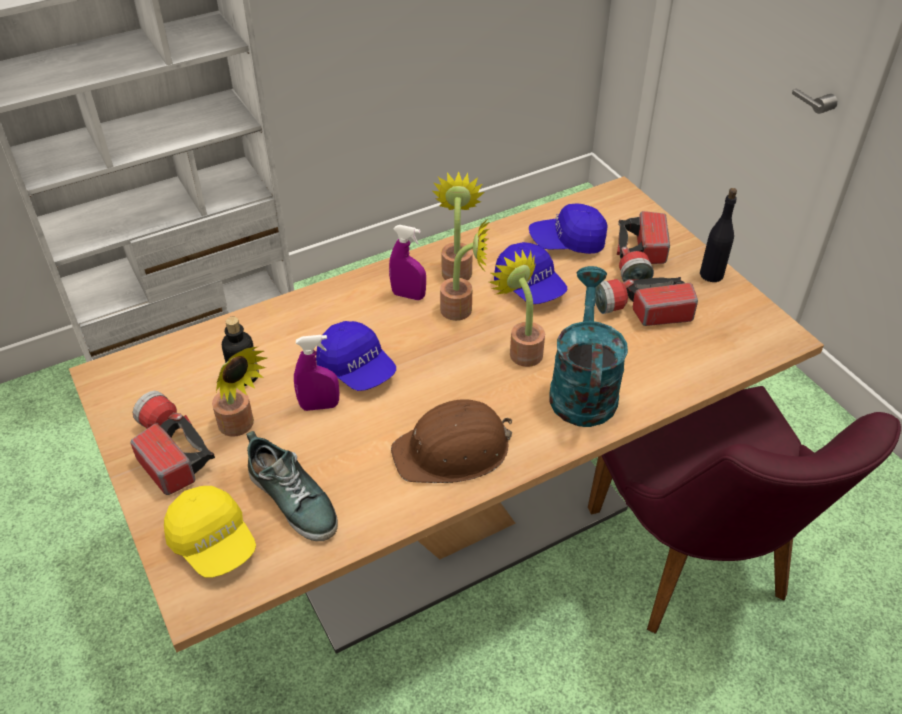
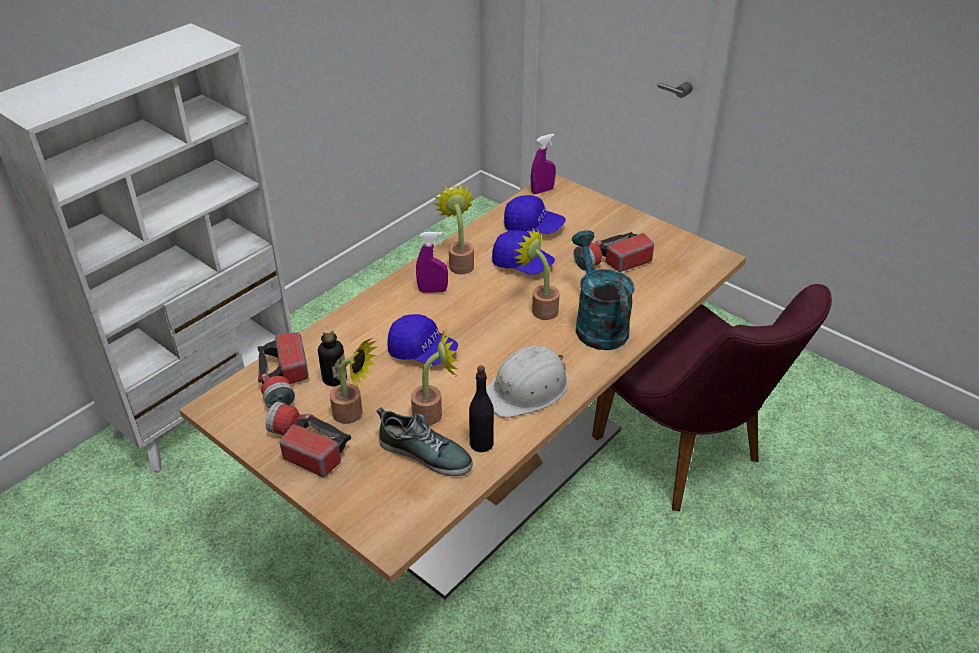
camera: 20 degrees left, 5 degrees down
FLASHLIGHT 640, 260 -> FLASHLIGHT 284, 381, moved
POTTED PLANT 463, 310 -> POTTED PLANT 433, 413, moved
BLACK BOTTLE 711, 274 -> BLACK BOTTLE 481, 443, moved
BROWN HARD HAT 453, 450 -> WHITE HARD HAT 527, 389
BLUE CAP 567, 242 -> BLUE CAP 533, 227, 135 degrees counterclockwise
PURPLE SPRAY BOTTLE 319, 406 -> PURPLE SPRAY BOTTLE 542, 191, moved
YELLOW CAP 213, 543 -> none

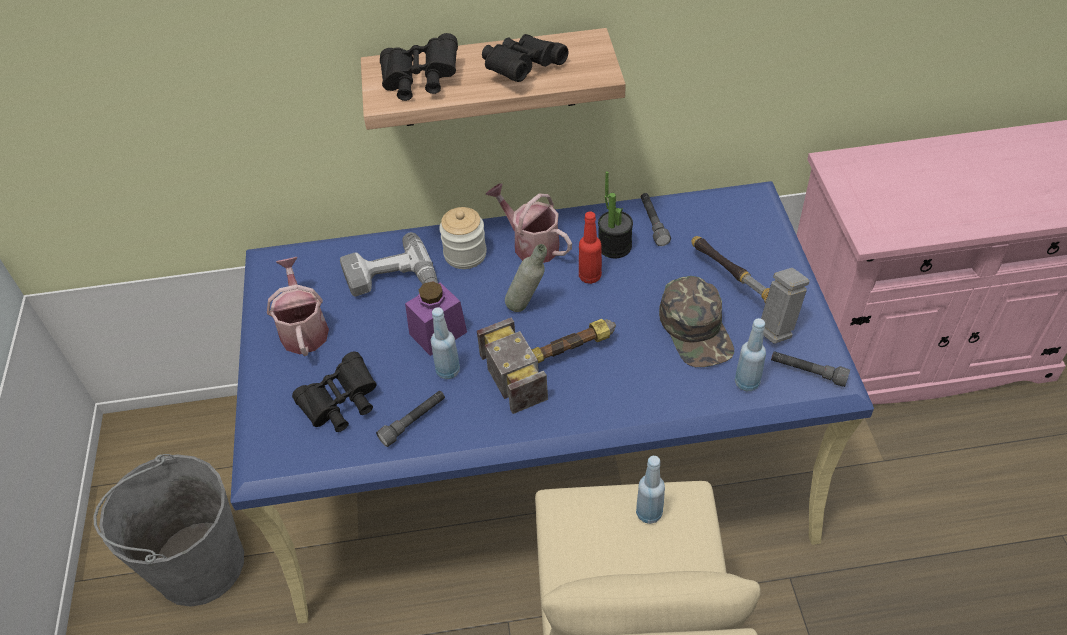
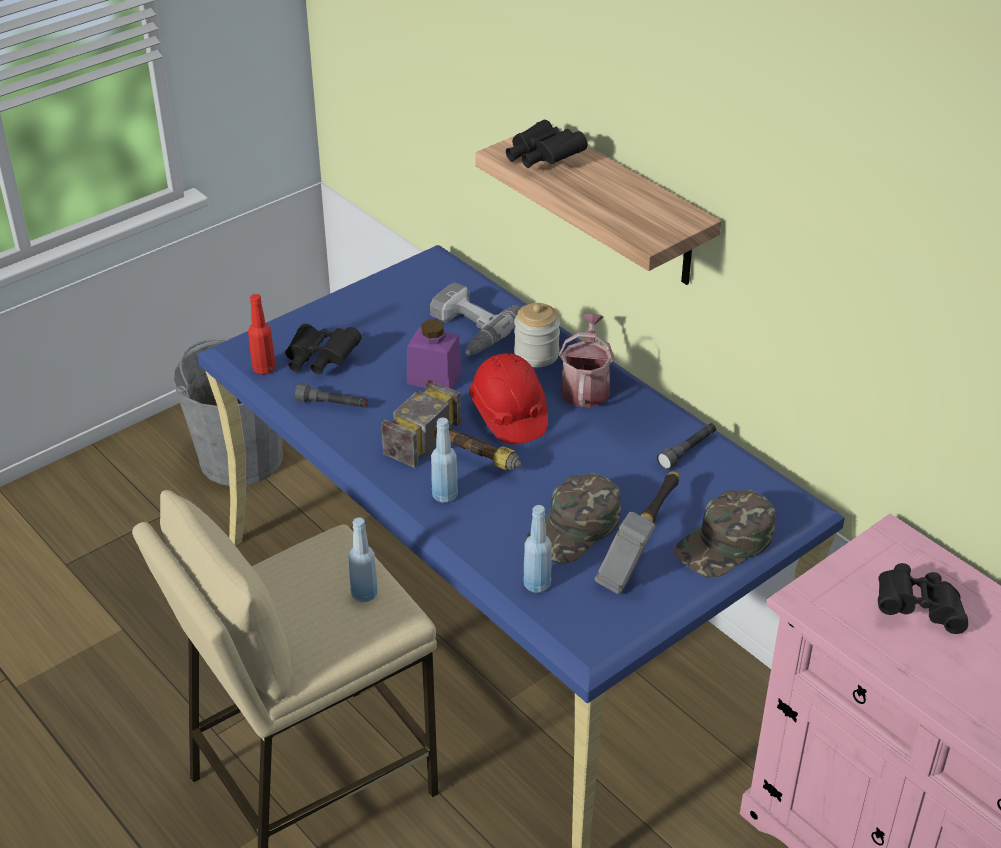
camera: 55 degrees right, 10 degrees down
RED BOTTLE 589, 276 -> RED BOTTLE 264, 369, moved
BLUE BOTTLE 448, 371 -> BLUE BOTTLE 445, 495, moved
GREY BOTTLE 527, 307 -> RED HARD HAT 508, 415
none -> GREEN CAP 725, 543
BLACK BINOCULARS 522, 70 -> BLACK BINOCULARS 918, 609, moved
WATERING CAN 303, 328 -> none
POTTED PLANT 614, 246 -> none
GREY FLASHLIGHT 807, 372 -> none

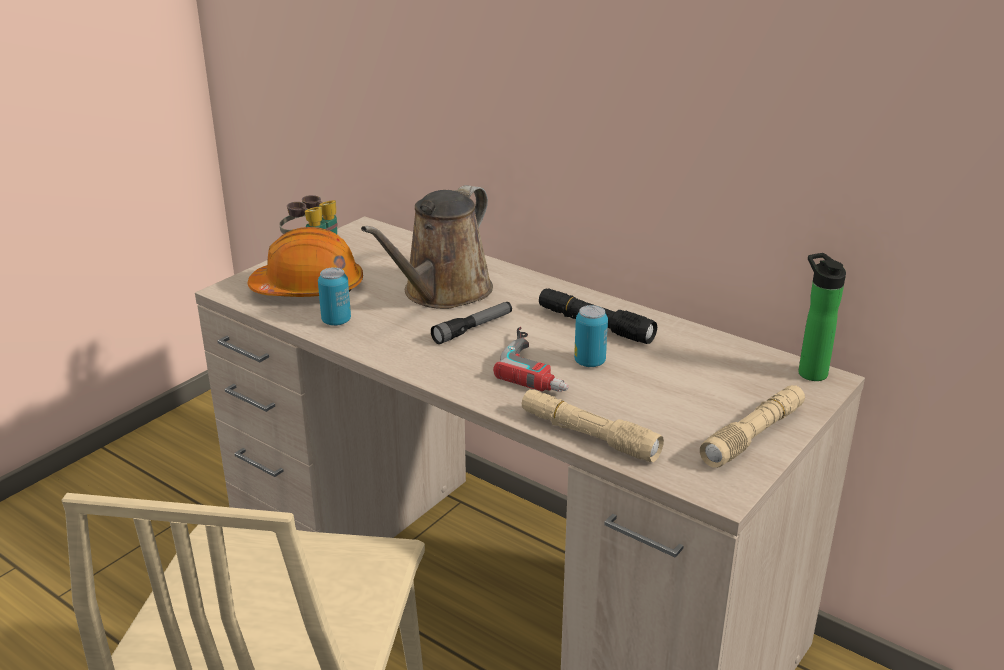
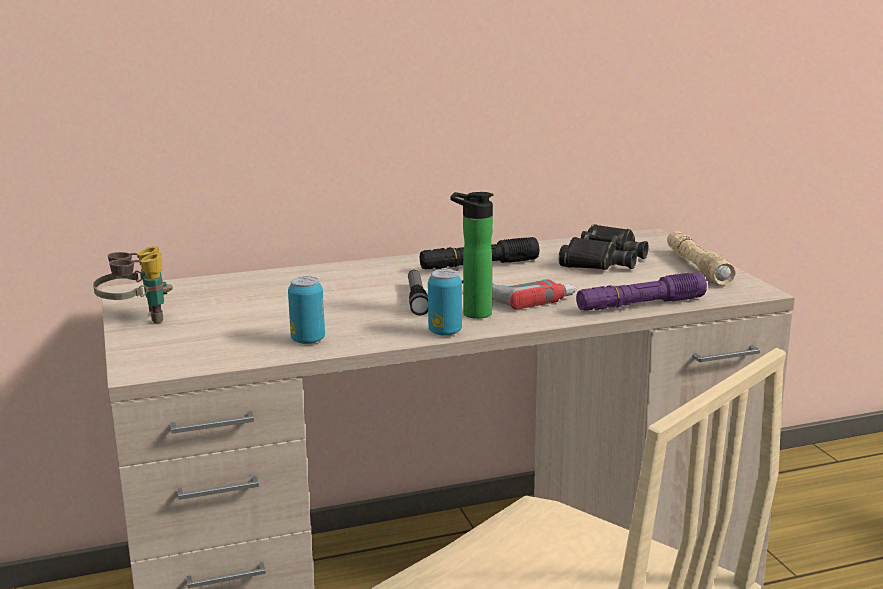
camera: 55 degrees left, 10 degrees down
CAN 589, 362 -> CAN 445, 332, moved
BOTTLE 809, 371 -> BOTTLE 472, 313, moved
none -> BLACK BINOCULARS 603, 260
BEIGE FLASHLIGHT 588, 435 -> PURPLE FLASHLIGHT 640, 305
ORANGE HARD HAT 309, 289 -> none
BROWN WATERING CAN 442, 293 -> none

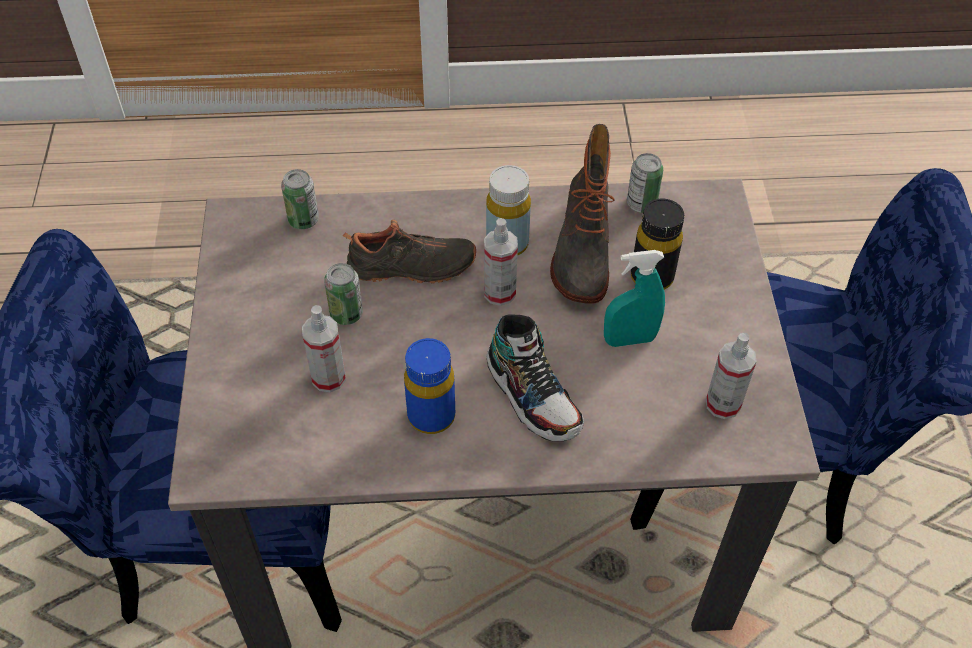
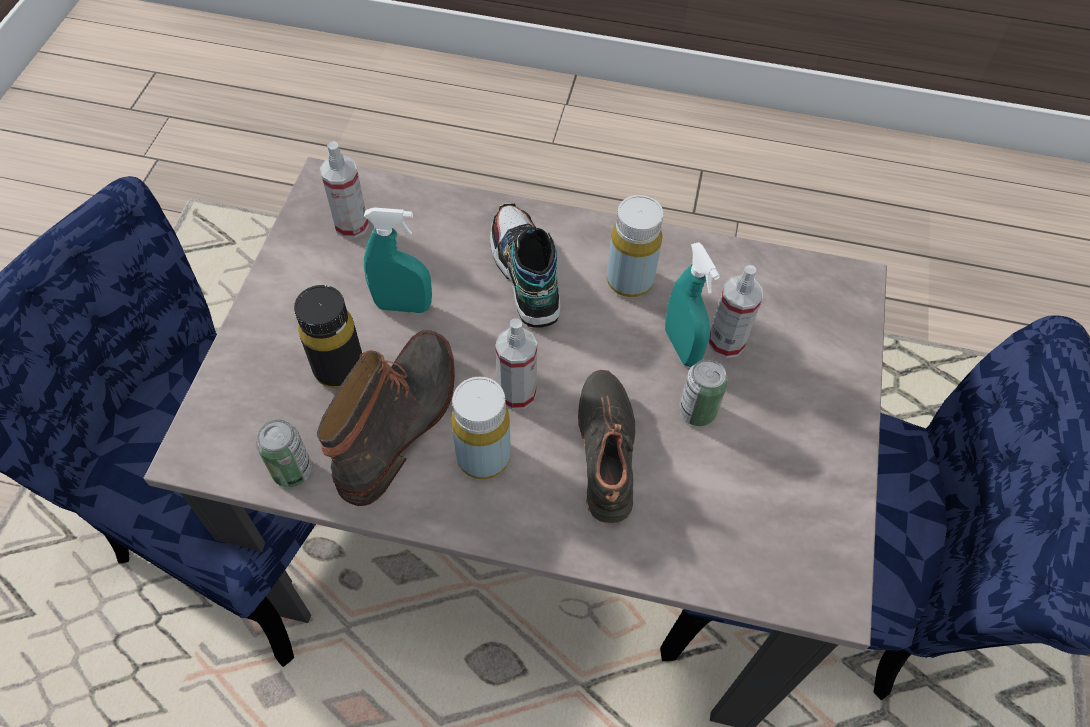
camera: 165 degrees left, 5 degrees up
BLACK SHOE 412, 268 -> BLACK SHOE 609, 451, 75 degrees clockwise
BLUE BOTTLE 431, 416 -> YELLOW BOTTLE 630, 280
none -> TURQUOISE SPRAY BOTTLE 681, 347
CAN 303, 220 -> none

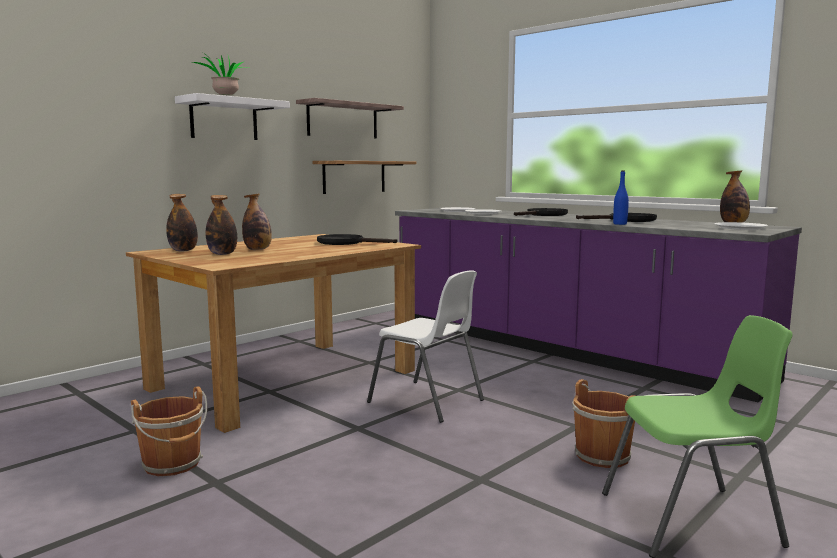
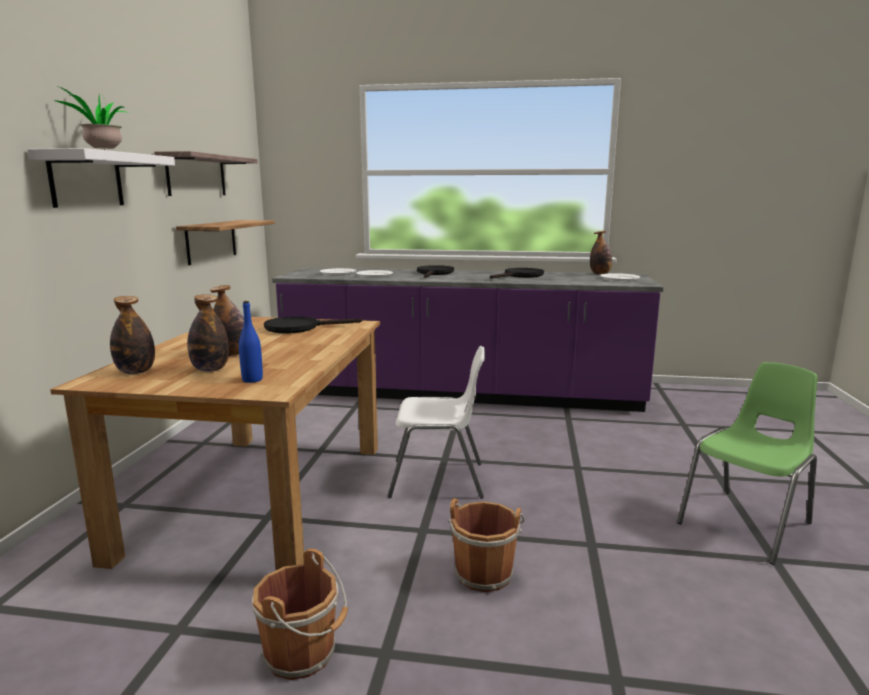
camera: 35 degrees left, 5 degrees up
BLUE BOTTLE 620, 224 -> BLUE BOTTLE 252, 380, moved
BROWN BUCKET 604, 455 -> BROWN BUCKET 483, 572, moved

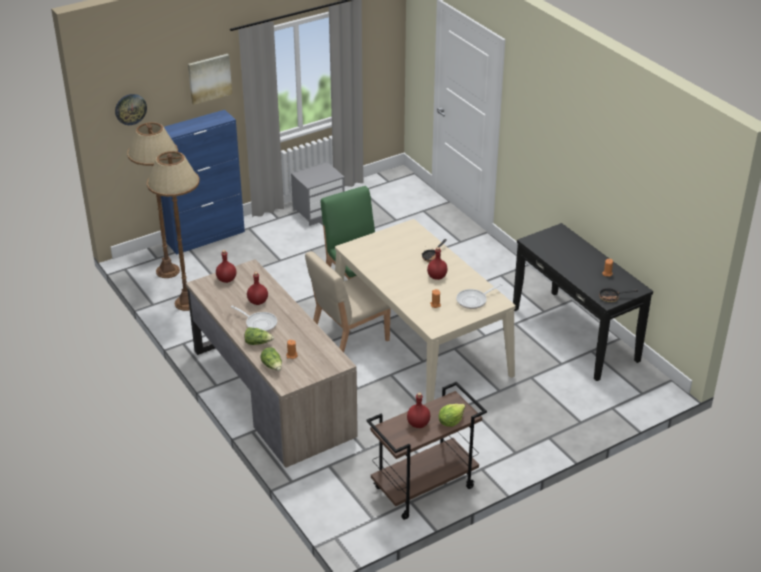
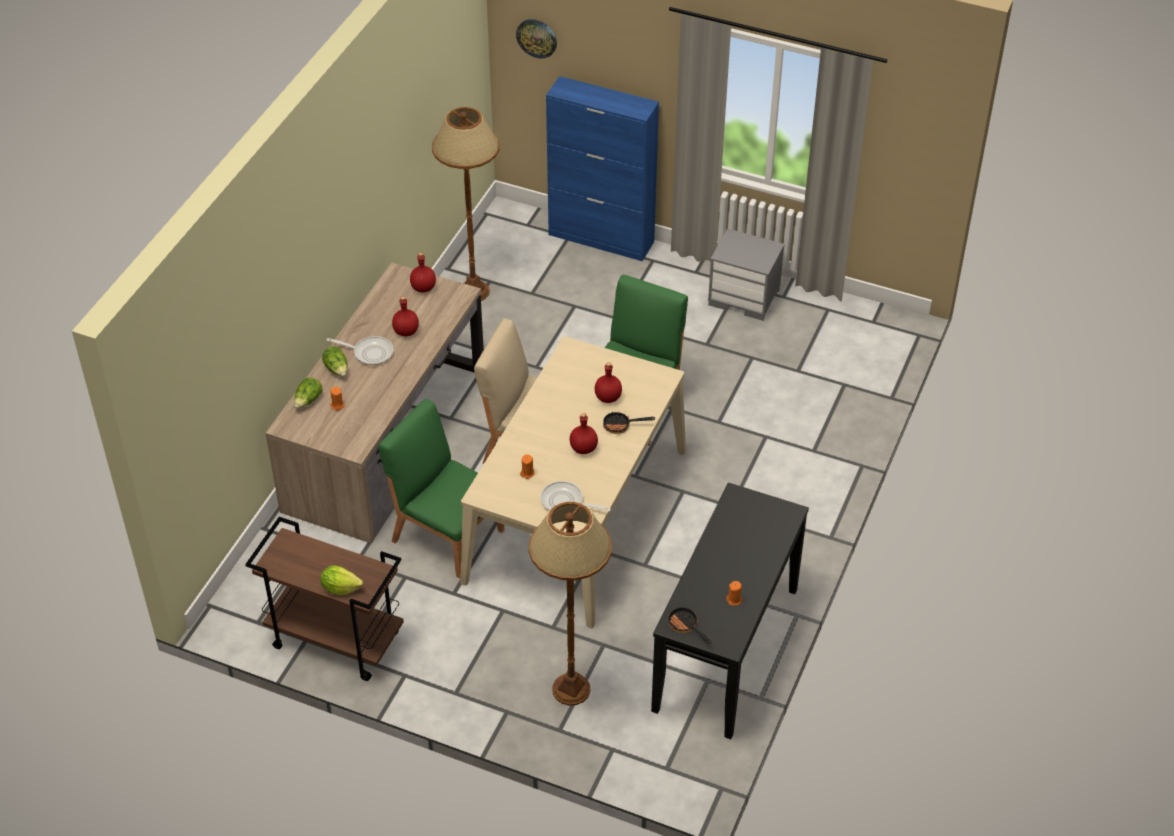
camera: 55 degrees right, 10 degrees up
FRYING PAN 259, 323 -> FRYING PAN 370, 353, 75 degrees counterclockwise
none -> GREEN CHAIR 447, 534
BROWN FLOOR LAMP 167, 271 -> BROWN FLOOR LAMP 571, 689, moved
RED BOTTLE 418, 424 -> RED BOTTLE 608, 398, moved
PICTURE 209, 78 -> none

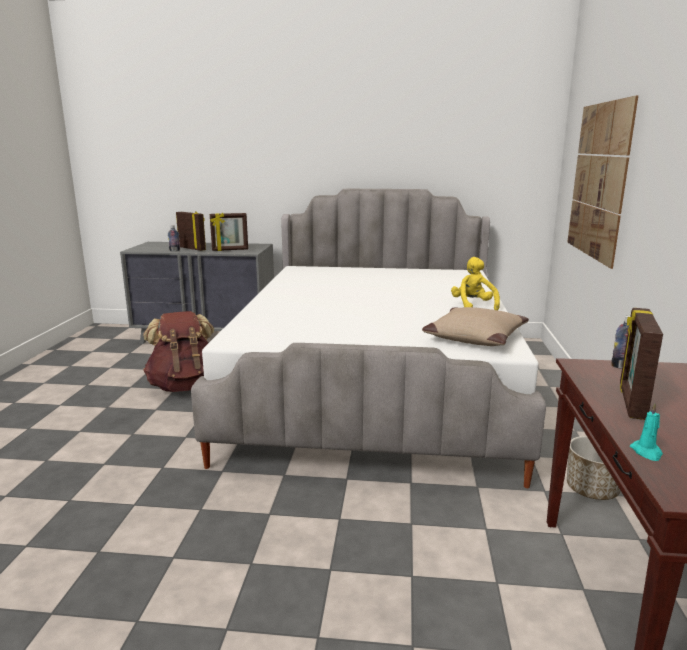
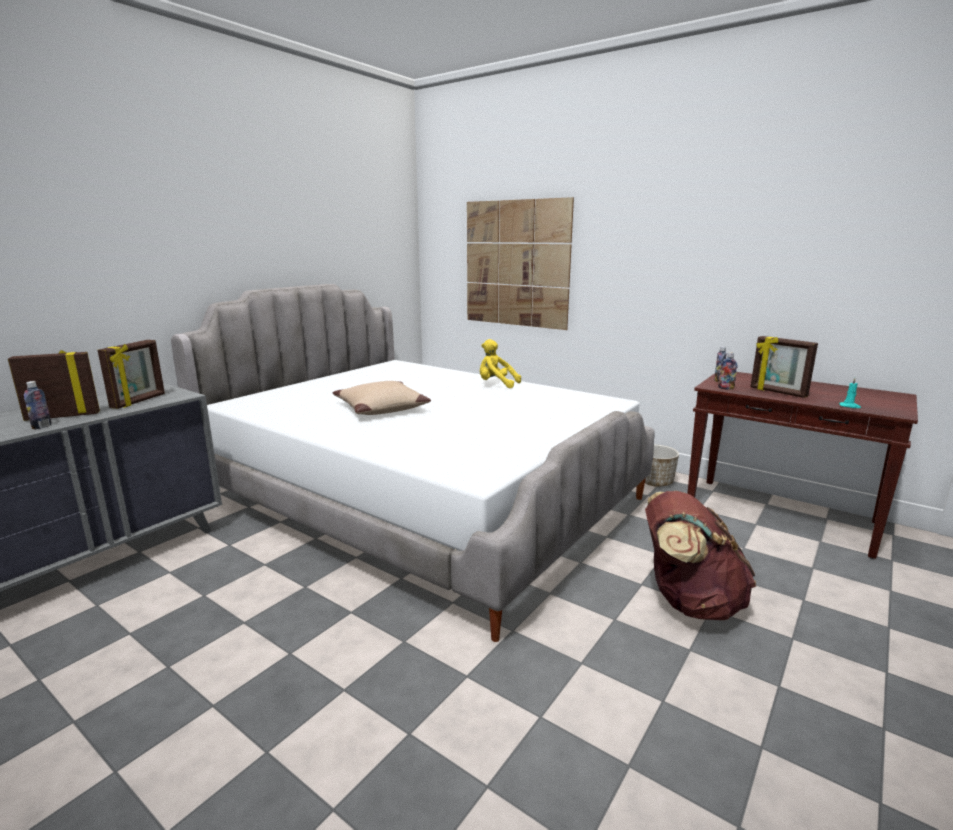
camera: 60 degrees left, 0 degrees up
BEIGE PILLOW 474, 337 -> BEIGE PILLOW 380, 408, moved
BROWN BACKPACK 185, 386 -> BROWN BACKPACK 688, 602, moved
none -> BOTTLE 725, 388

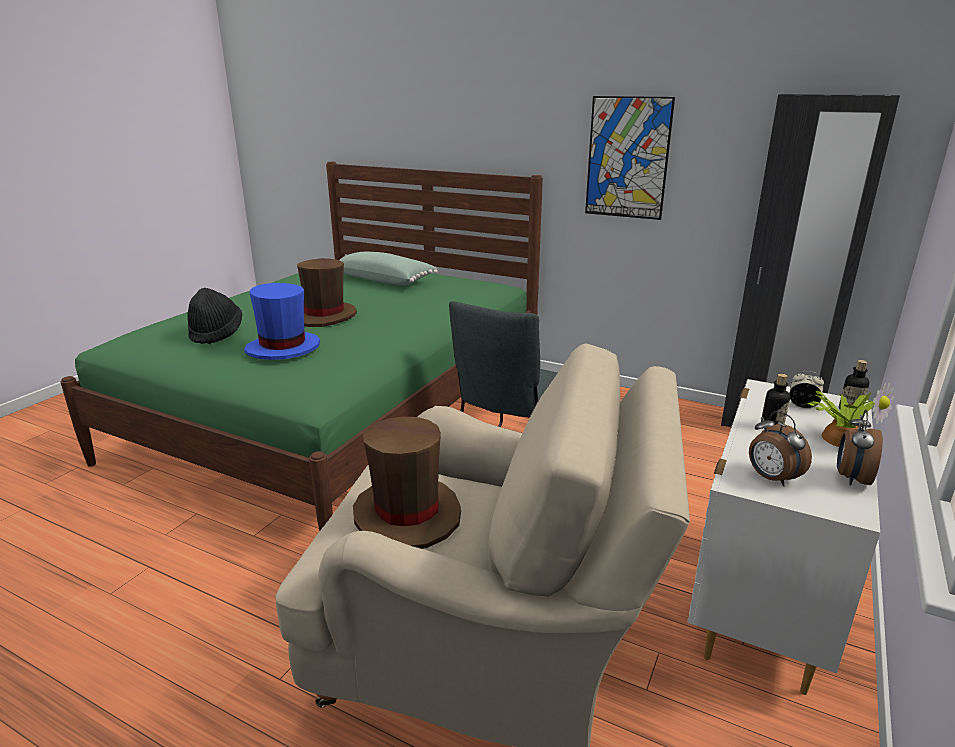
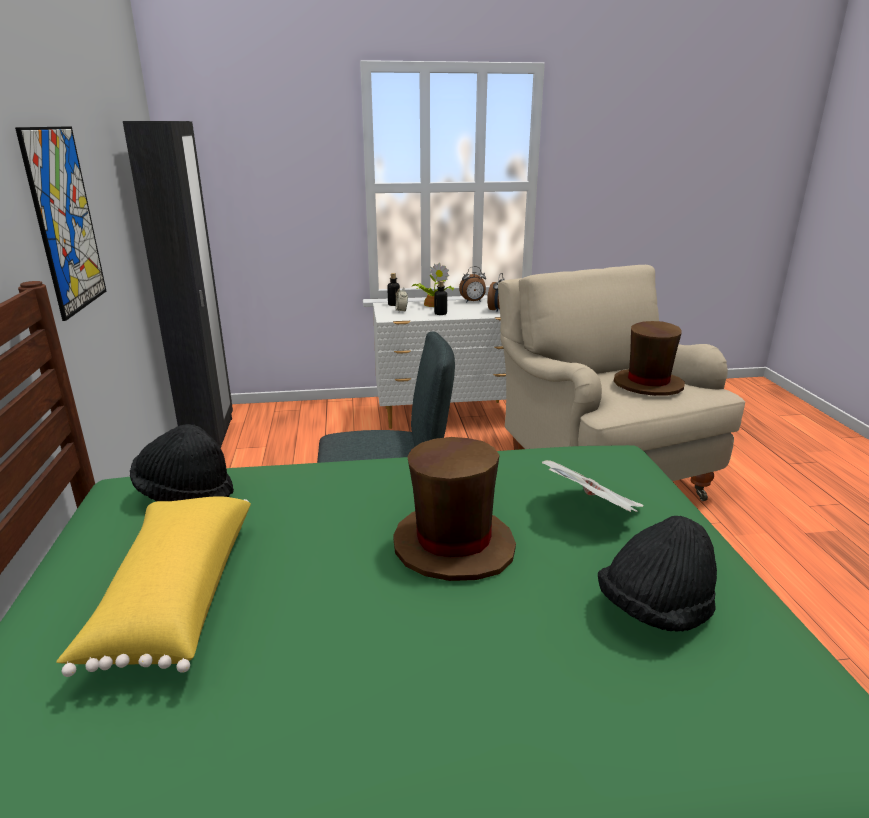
camera: 125 degrees left, 0 degrees up
GREEN PILLOW 385, 280 -> YELLOW PILLOW 173, 597
none -> BLACK HAT 185, 493
BLUE HAT 283, 348 -> NEWSPAPER 592, 510

